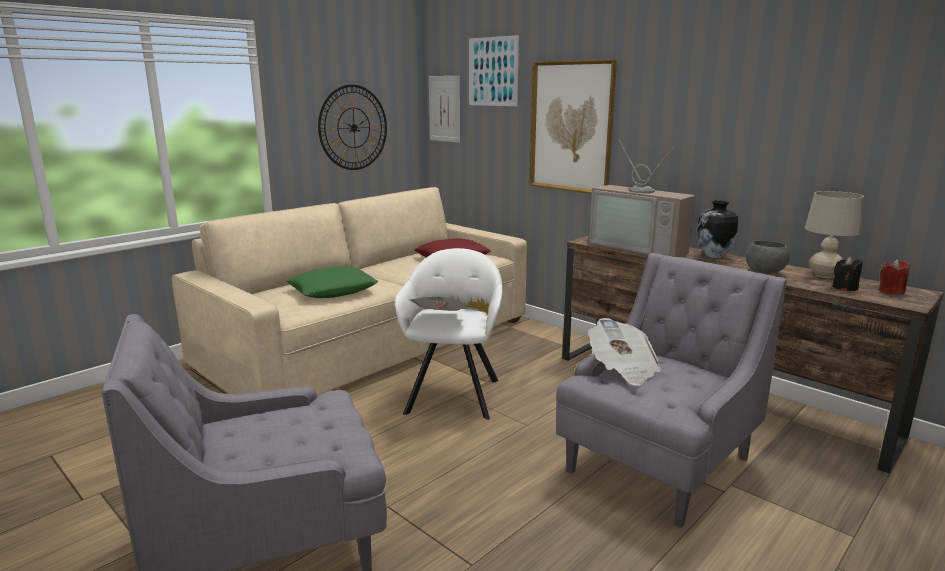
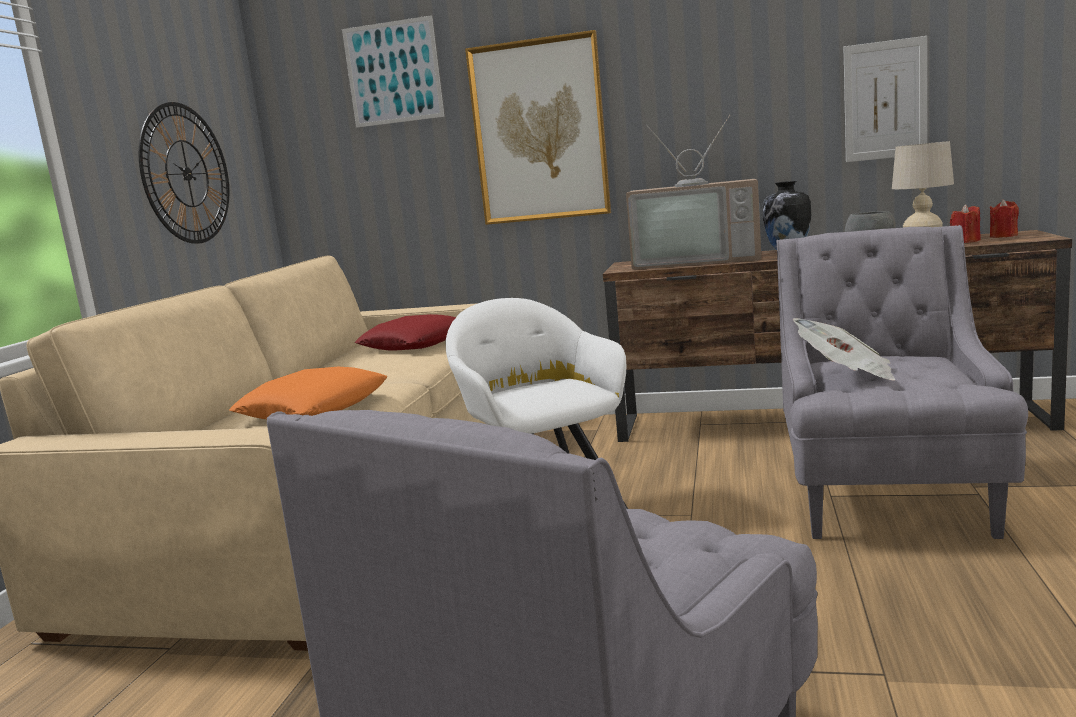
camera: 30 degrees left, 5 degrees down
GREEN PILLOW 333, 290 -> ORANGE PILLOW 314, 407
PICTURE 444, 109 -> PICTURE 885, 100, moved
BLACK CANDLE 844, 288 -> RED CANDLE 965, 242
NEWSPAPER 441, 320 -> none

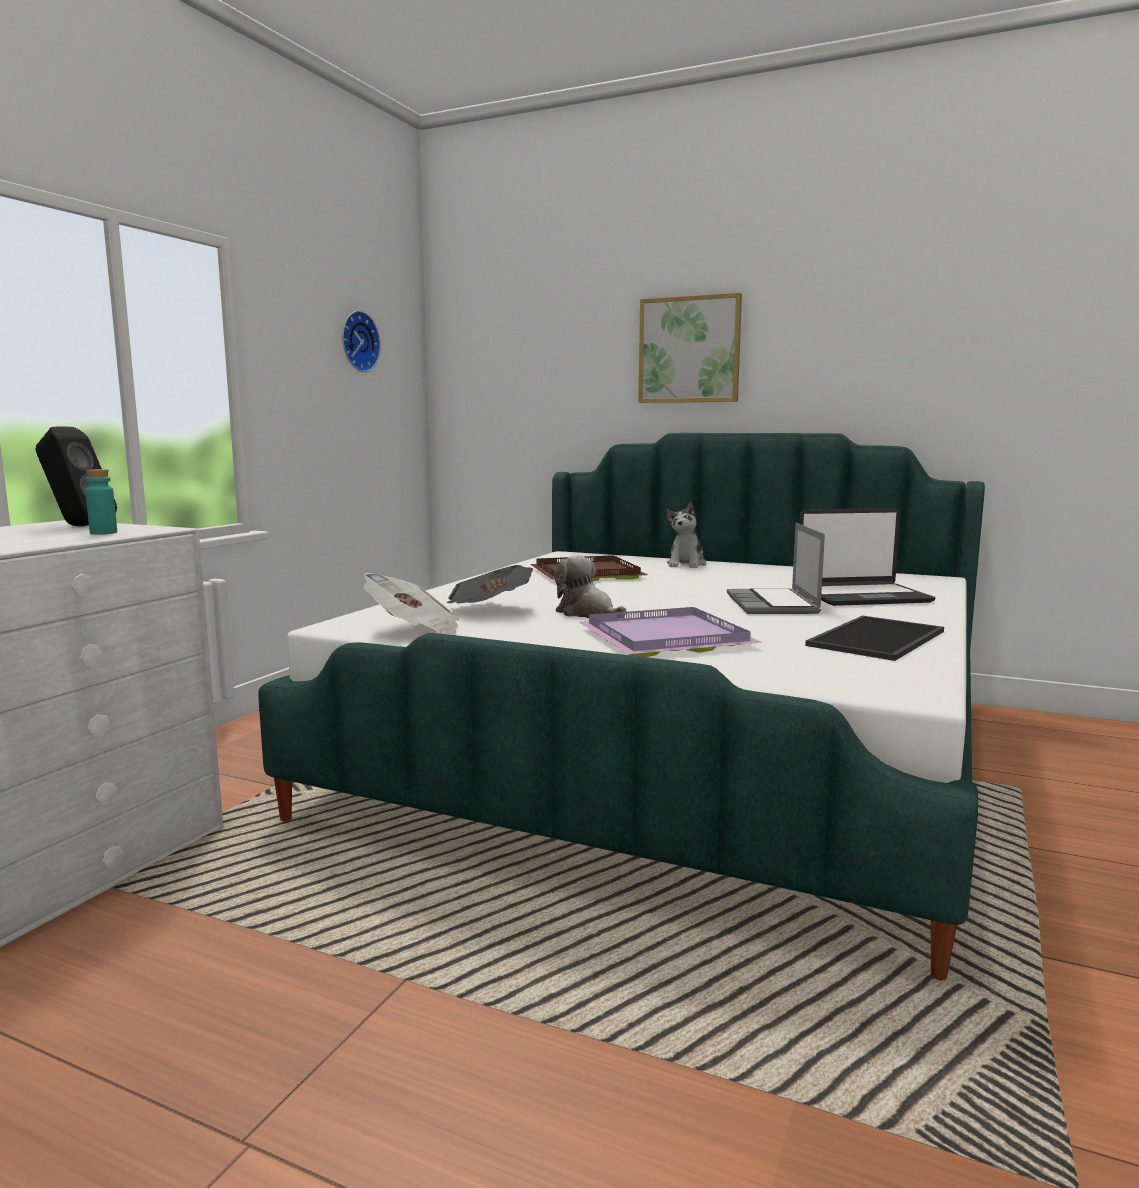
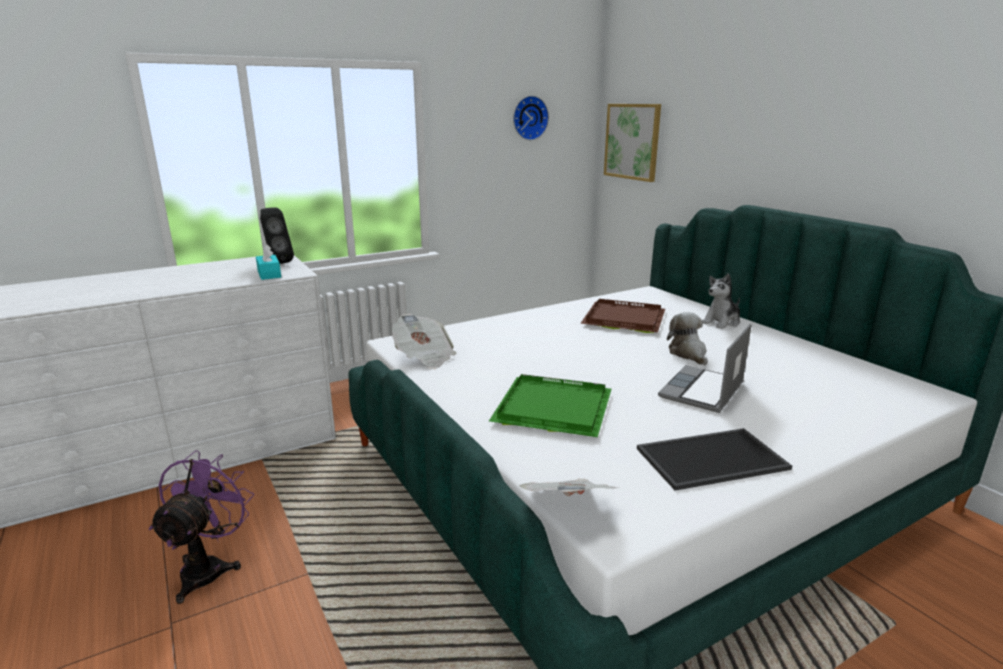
camera: 35 degrees right, 10 degrees up
none -> PURPLE FAN 209, 567
TURQUOISE BOTTLE 103, 533 -> TURQUOISE TISSUE BOX 269, 274
PURPLE TRAY 664, 639 -> GREEN TRAY 550, 409
NEWSPAPER 490, 609 -> NEWSPAPER 568, 508, moved
PICTURE 689, 350 -> PICTURE 632, 141, moved
PLUSH TOY 587, 613 -> PLUSH TOY 688, 354, moved
LAPTOP 862, 596 -> none

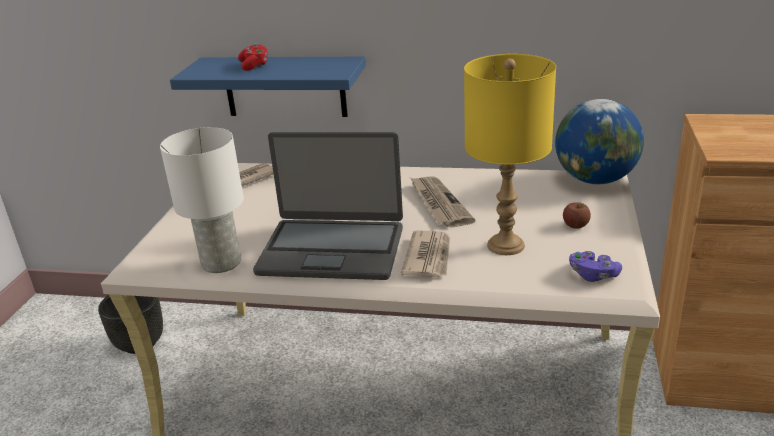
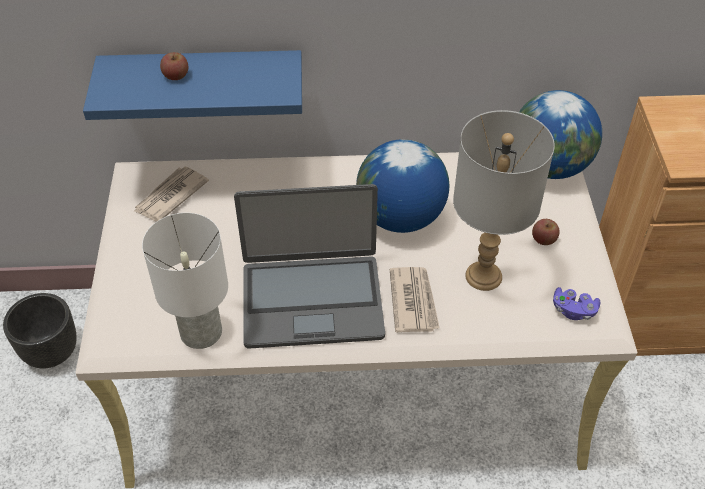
camera: 15 degrees left, 20 degrees up
RED GAME CONTROLLER 254, 65 -> APPLE 176, 76
NEWSPAPER 438, 203 -> GLOBE 400, 217
YELLOW TABLE LAMP 505, 245 -> GREY TABLE LAMP 483, 276

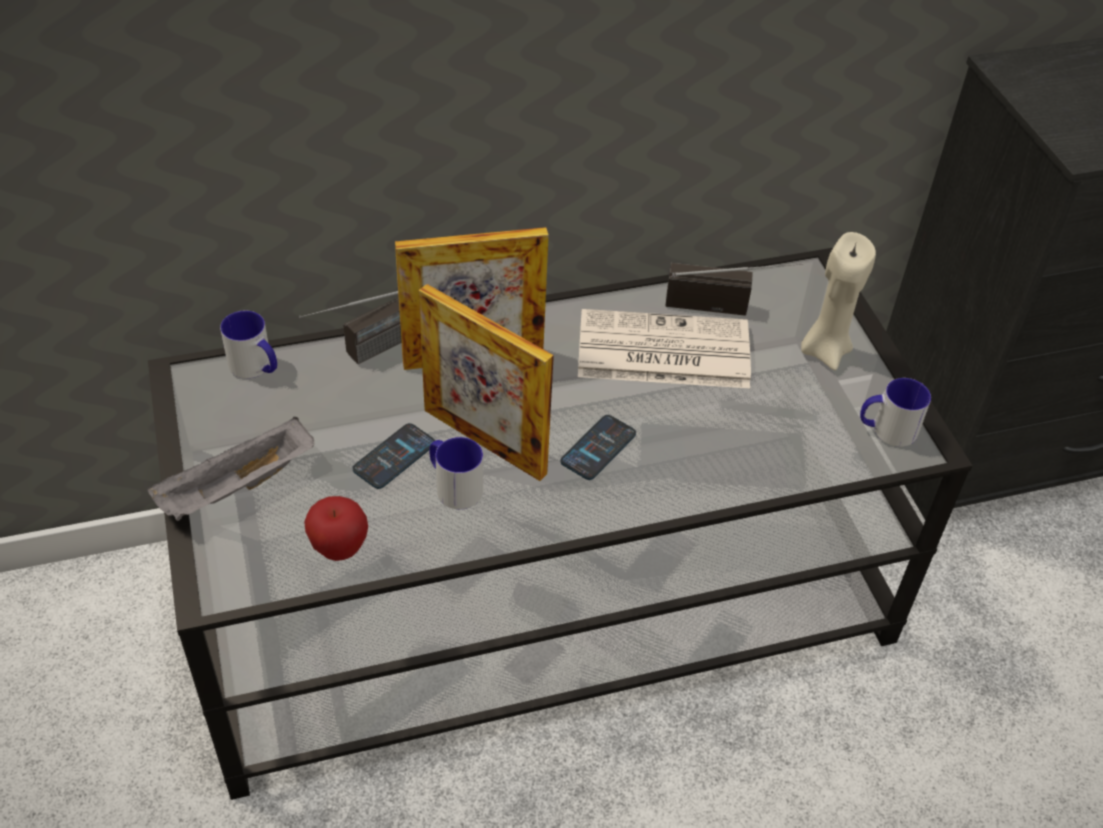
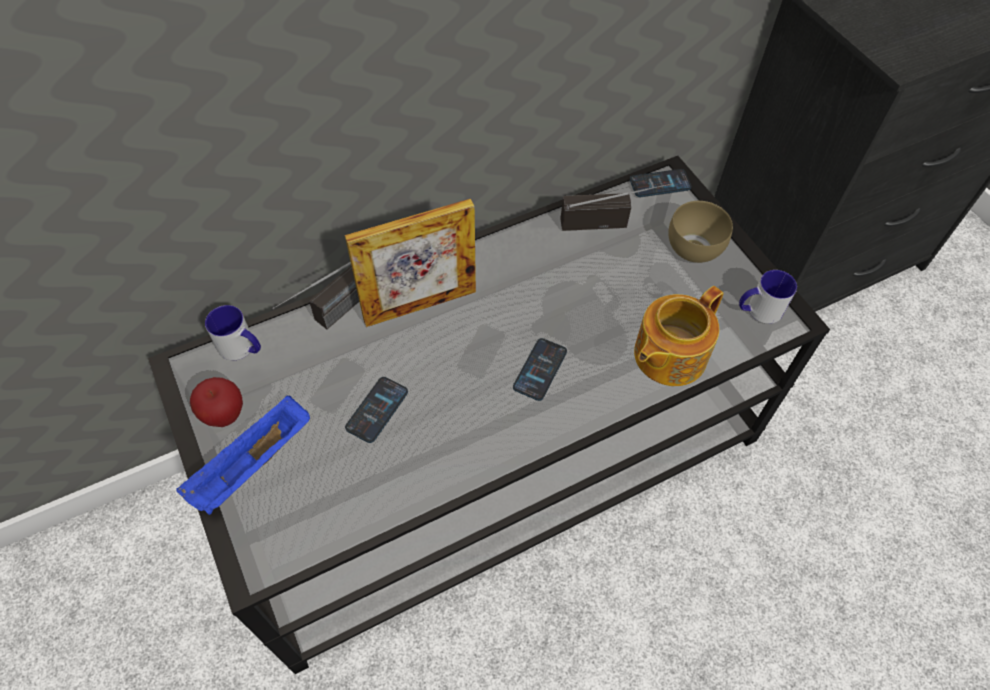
camera: 10 degrees left, 10 degrees up
GREY TRAY 237, 488 -> BLUE TRAY 252, 466
APPLE 339, 548 -> APPLE 224, 415, moved
none -> PHONE 660, 184
none -> TEAPOT 668, 355
BEIGE CANDLE 824, 350 -> BROWN BOWL 694, 248
PICTURE FRAME 484, 441 -> none
MUG 453, 486 -> none
NEWSPAPER 661, 352 -> none

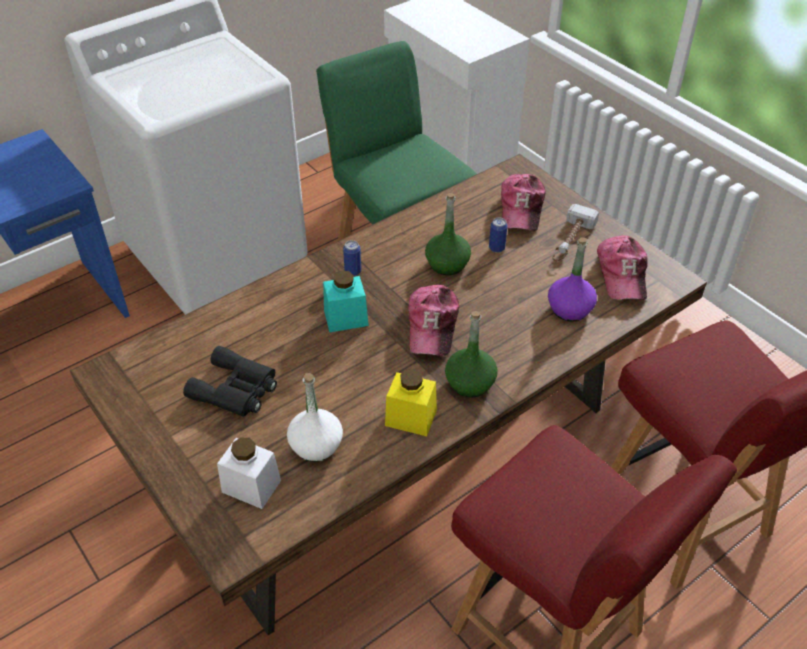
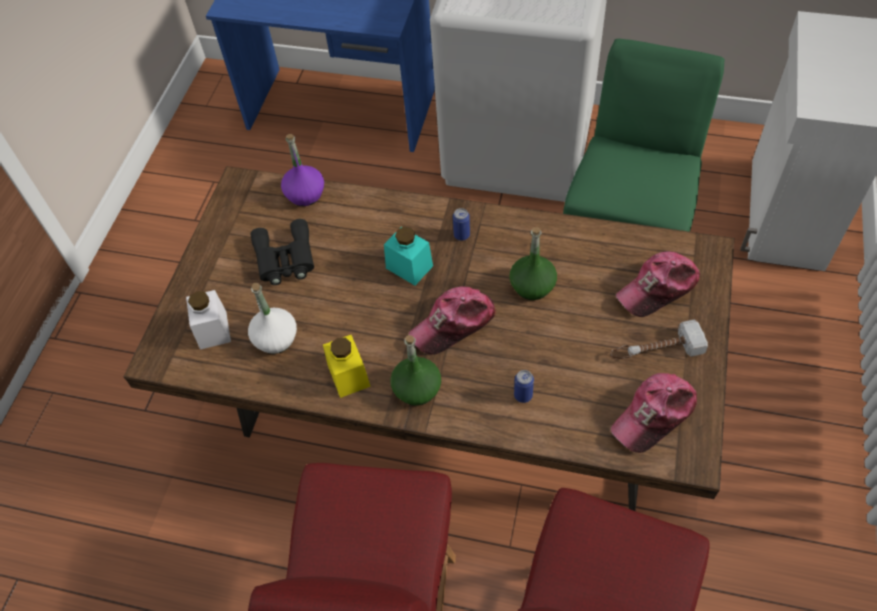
camera: 55 degrees right, 10 degrees up
PURPLE BOTTLE 569, 309 -> PURPLE BOTTLE 305, 194, moved
CAN 496, 248 -> CAN 523, 395, moved

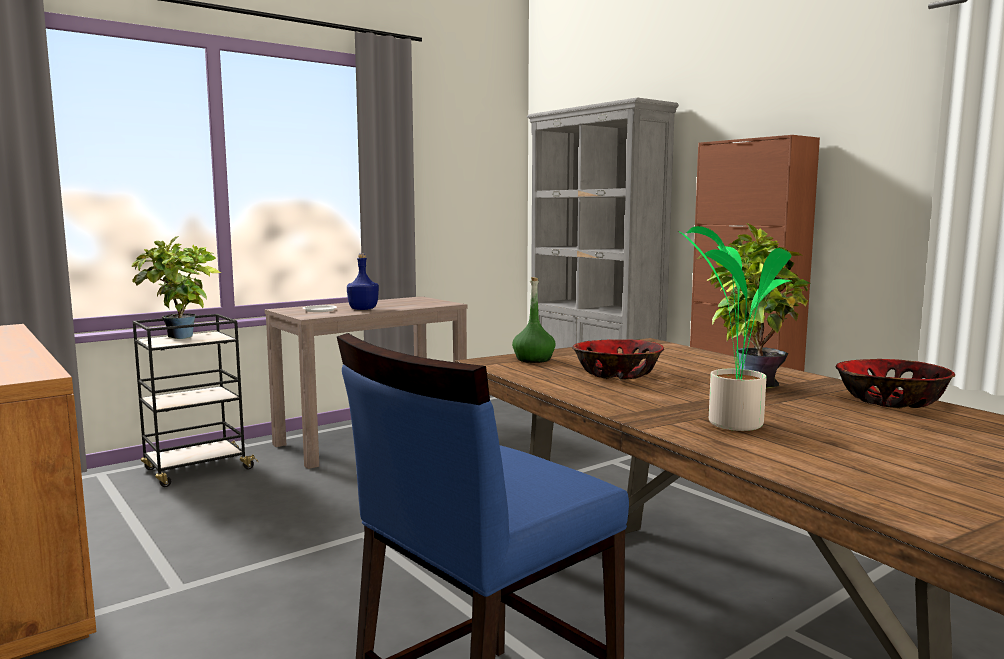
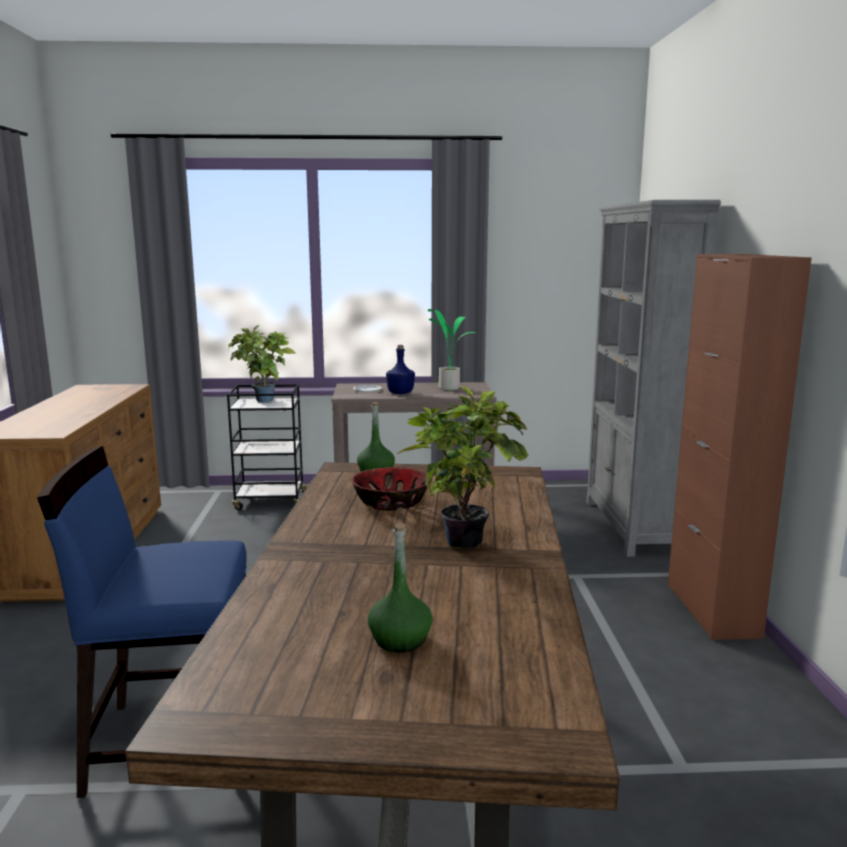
camera: 35 degrees right, 5 degrees up
none -> GREEN BOTTLE 400, 640
POTTED PLANT 731, 423 -> POTTED PLANT 448, 388, moved
BOWL 890, 401 -> none

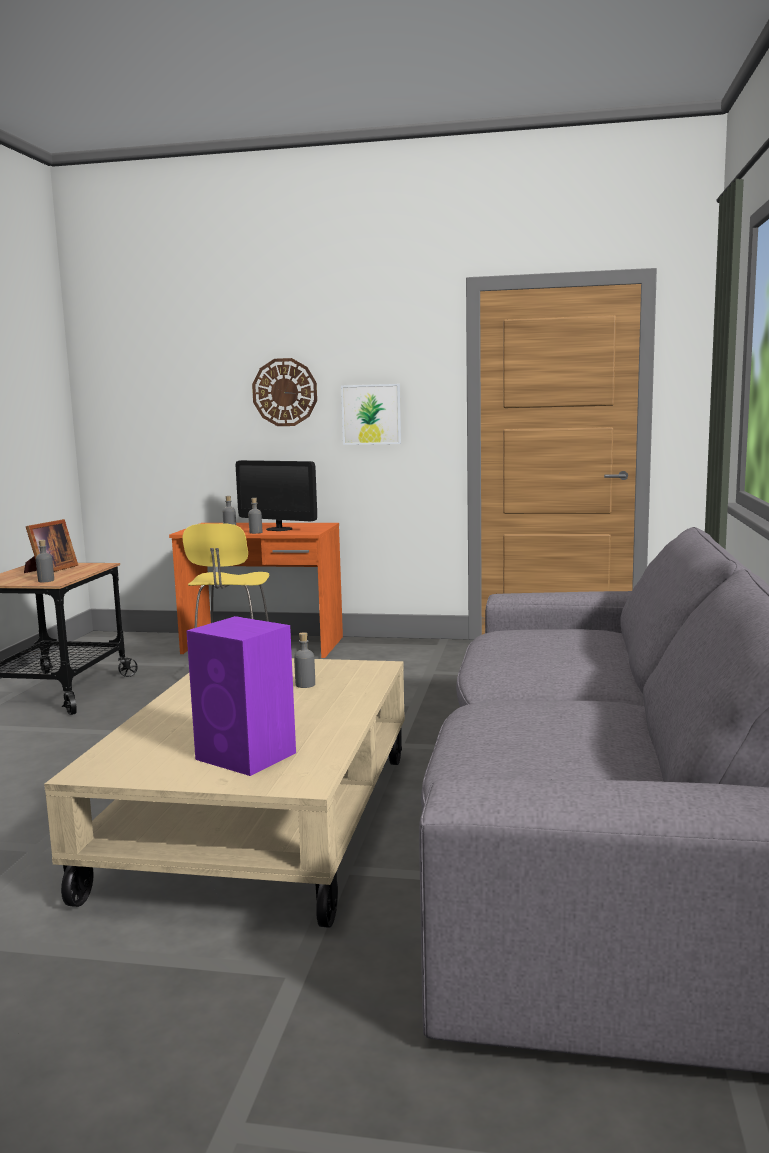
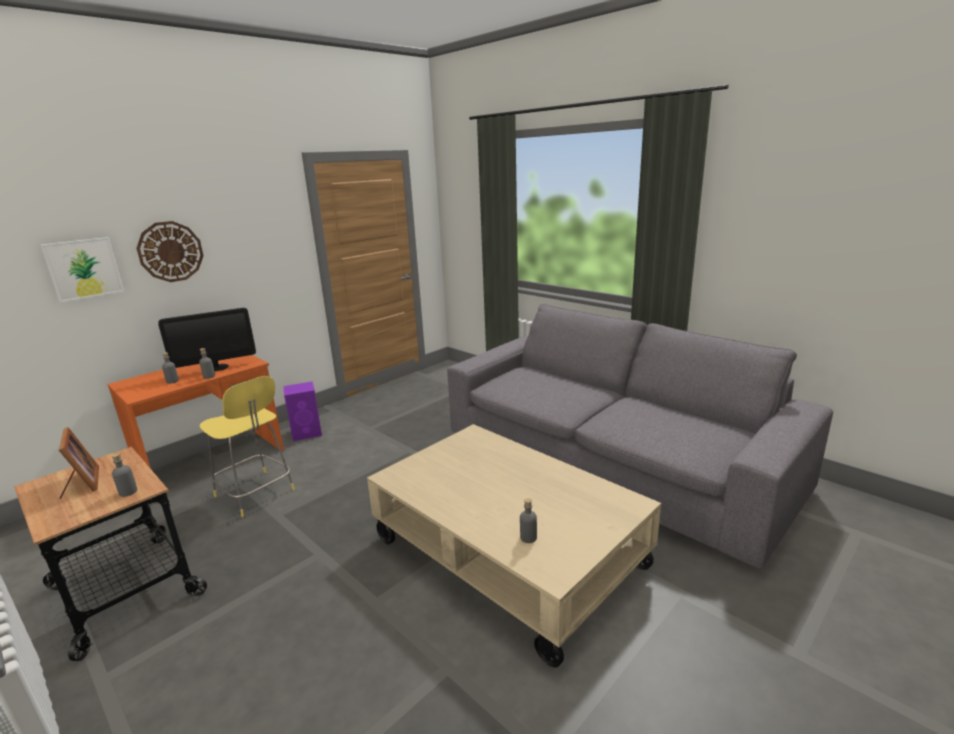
camera: 55 degrees left, 10 degrees up
PICTURE 371, 414 -> PICTURE 84, 269, moved
PURPLE SPEAKER 247, 756 -> PURPLE SPEAKER 307, 433, moved
GREY BOTTLE 305, 685 -> GREY BOTTLE 528, 537, moved

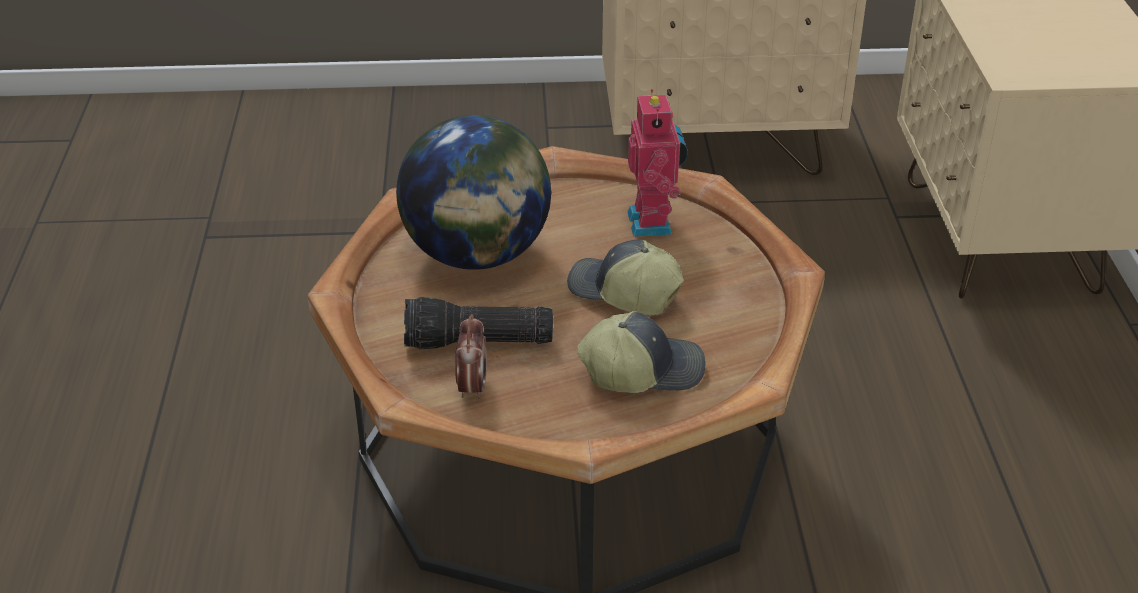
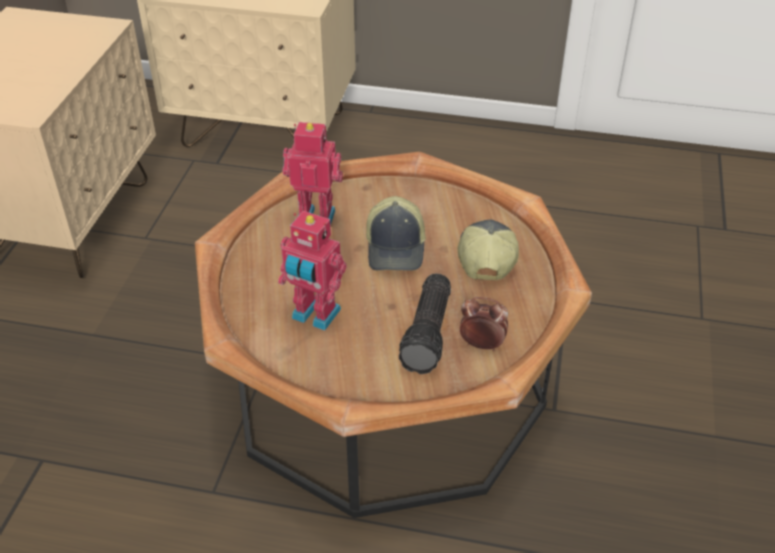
camera: 75 degrees left, 5 degrees up
GLOBE 477, 255 -> TOY ROBOT 314, 316
CAP 623, 293 -> CAP 396, 248, 45 degrees counterclockwise

